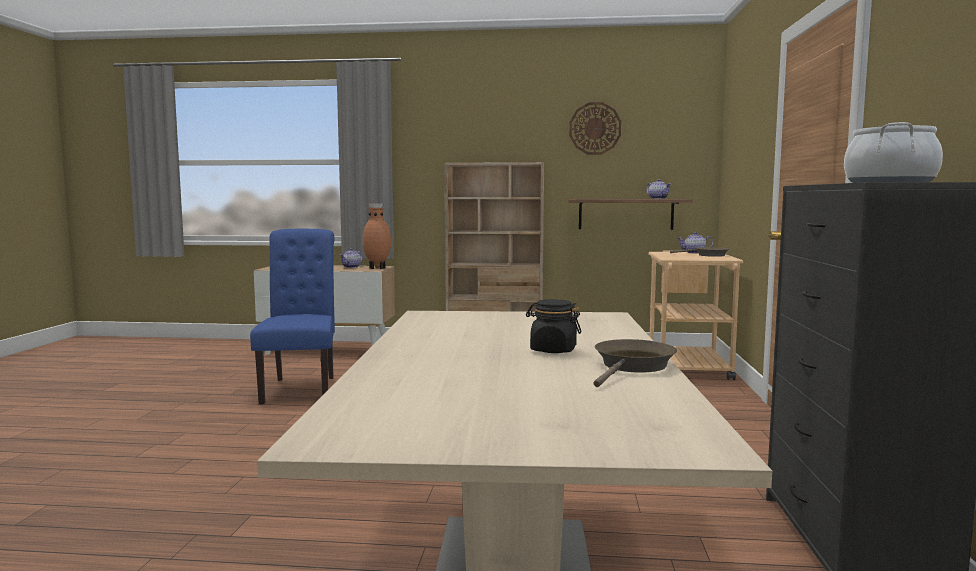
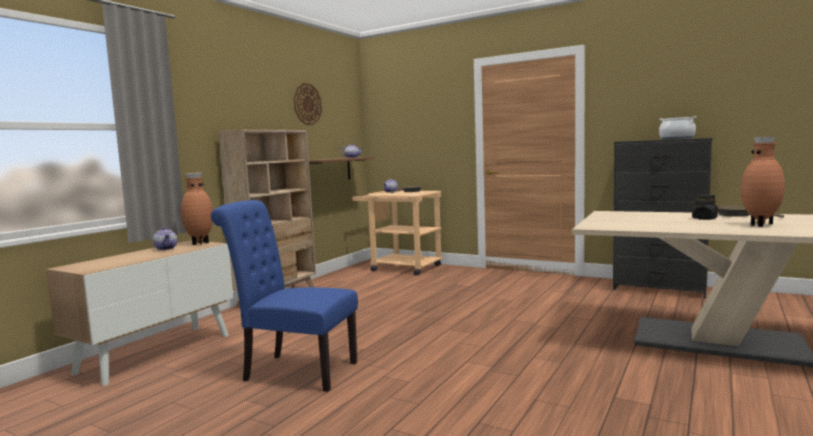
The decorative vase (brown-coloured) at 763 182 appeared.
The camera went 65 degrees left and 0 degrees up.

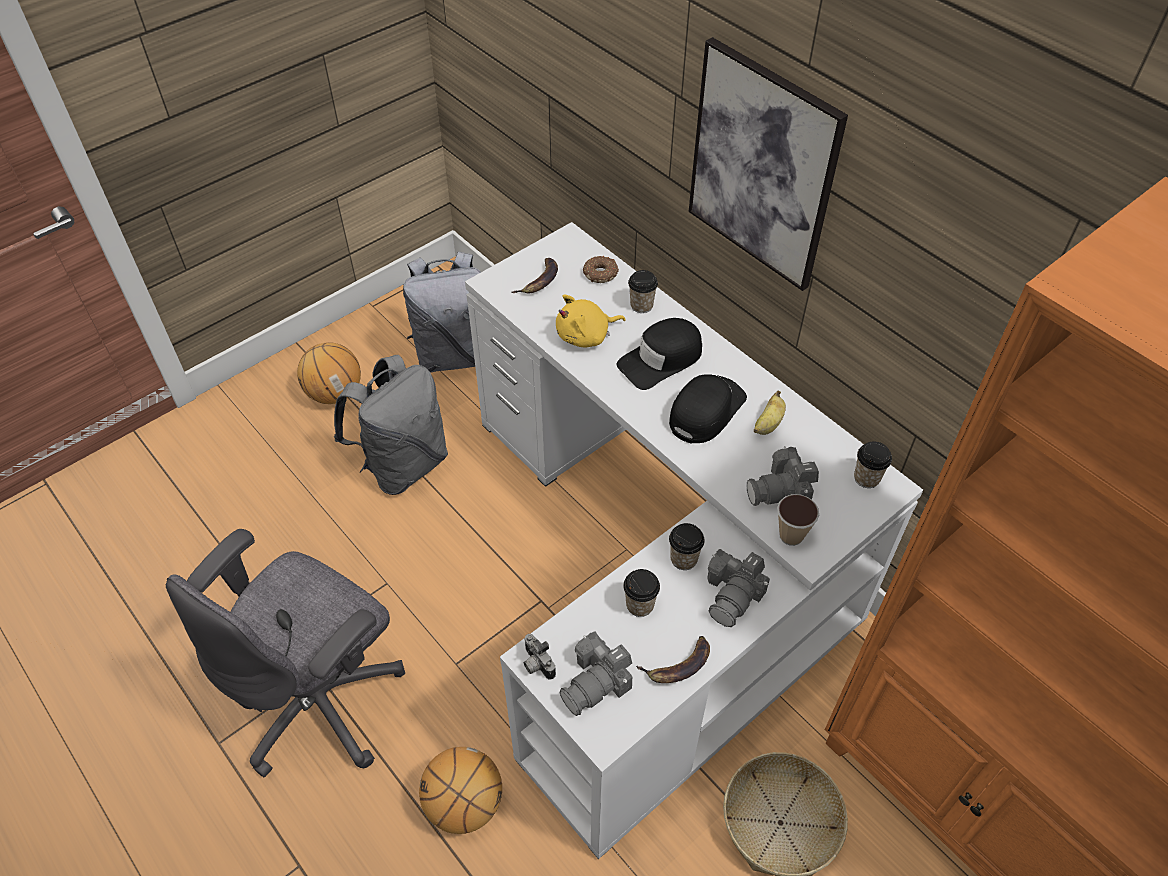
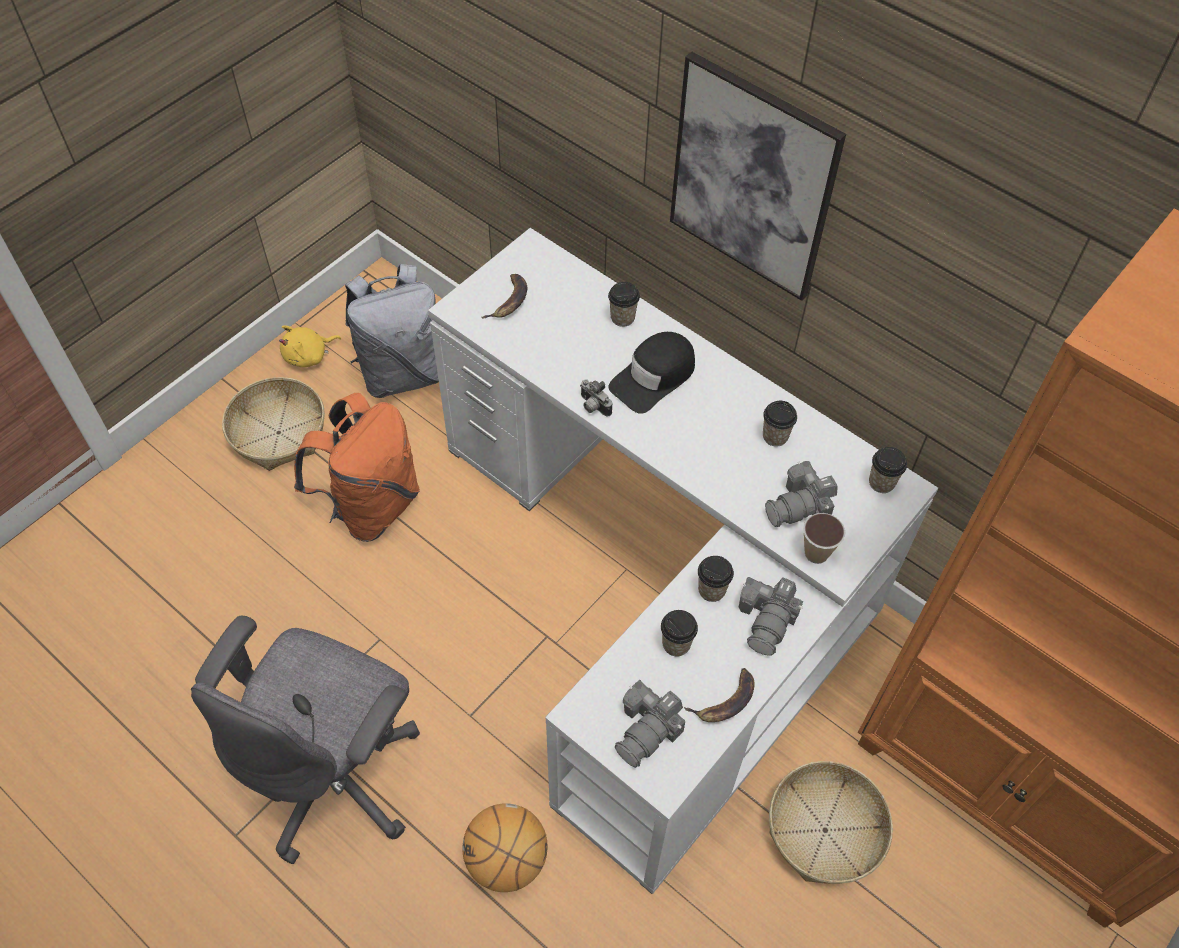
The donut at 601 269 disappeared.
The peaked cap (black) at 708 409 disappeared.
The still camera moved from 540 657 to 596 398.
The cuddly toy (yellow-coloured) moved from 591 320 to 310 346.
The basketball ball at 329 373 was replaced by the household basket at 273 424.
The banana at 770 412 was replaced by the drinking cup at 780 424.
The backpack (grey) at 391 425 became the backpack (orangey) at 357 467.
The camera went 10 degrees left and 5 degrees up.

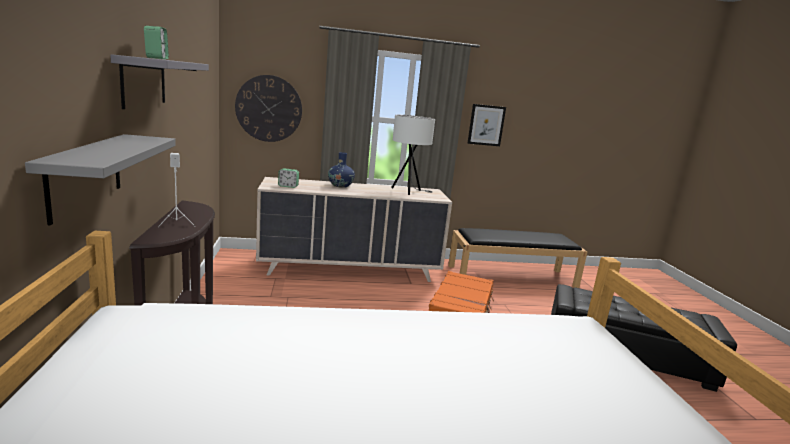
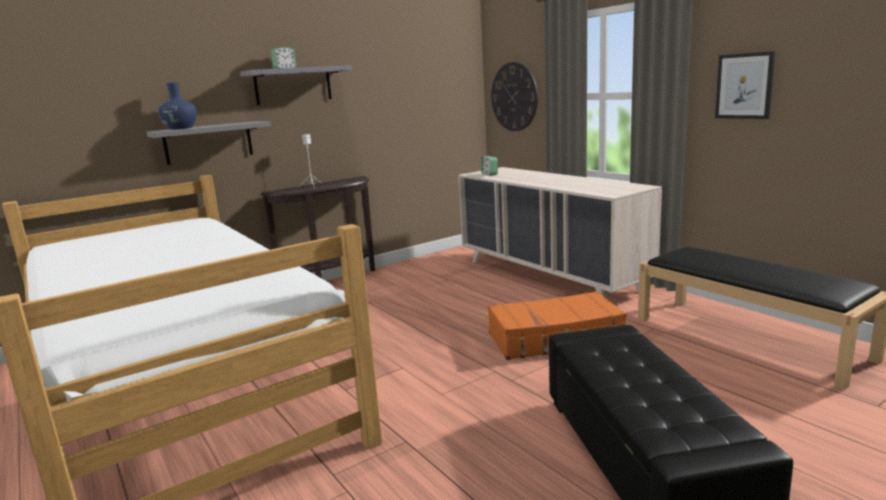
The tabletop lamp (whitish) at 413 155 disappeared.
The decorative vase (blue-coloured) moved from 341 170 to 177 106.
The camera went 65 degrees right and 0 degrees up.

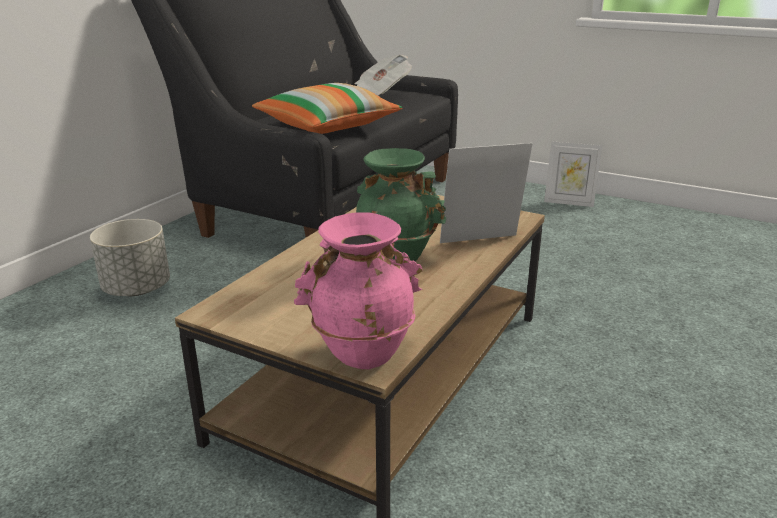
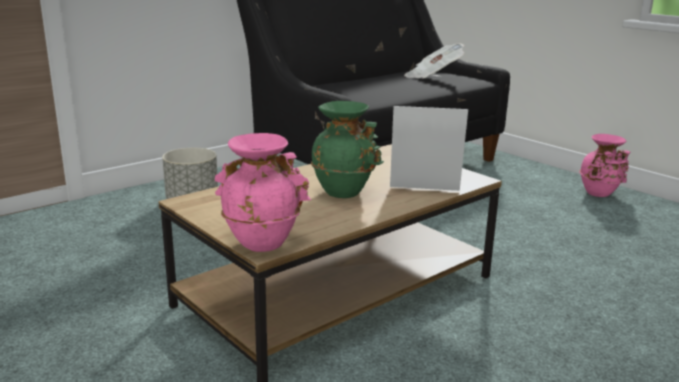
The pillow at 327 108 disappeared.
The standing frame at 573 174 was replaced by the decorative vase (pinkish) at 604 165.
The camera went 20 degrees right and 5 degrees down.

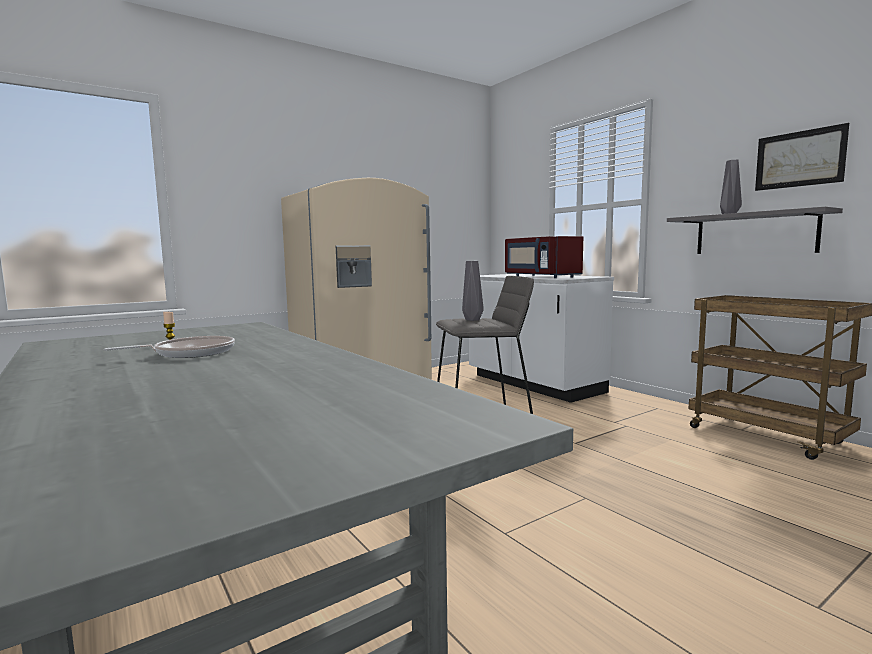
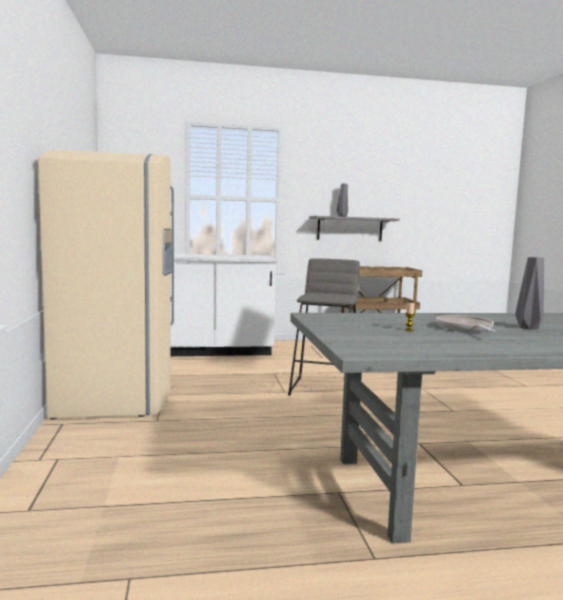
The microwave oven (red) at 544 257 disappeared.
The wall art at 802 157 disappeared.
The decorative vase (grey) moved from 473 291 to 529 293.
The camera went 65 degrees left and 0 degrees up.

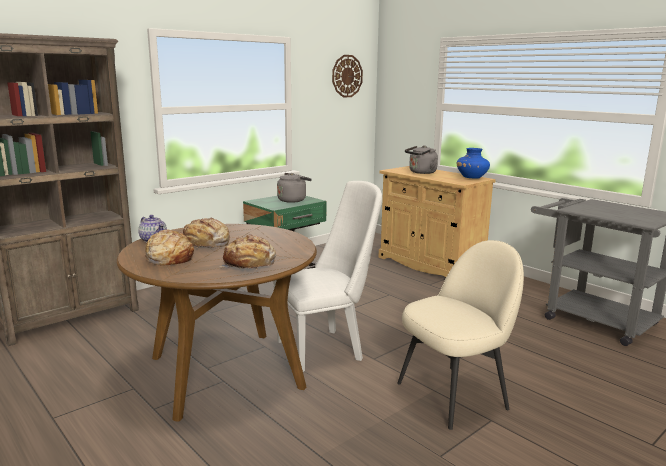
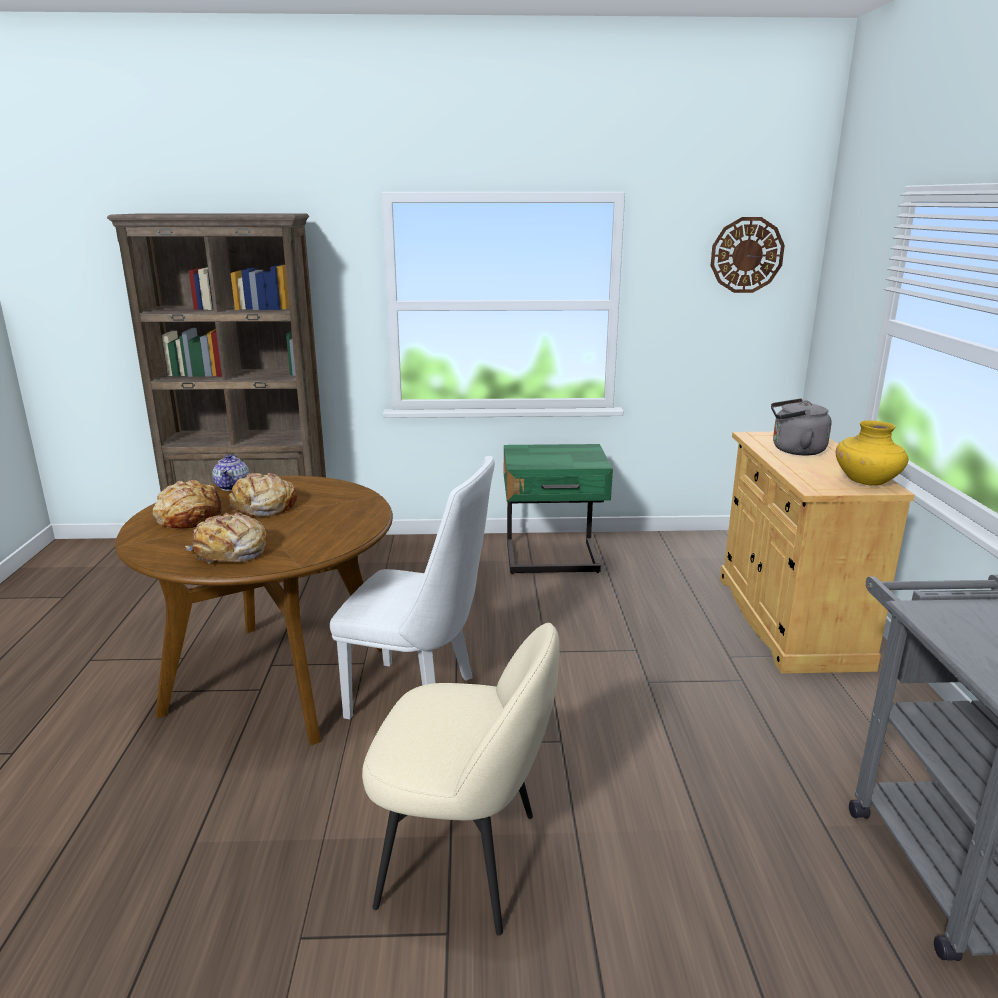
The kettle (grey) at 294 188 disappeared.
The decorative vase (blue-coloured) at 473 163 became the decorative vase (yellow-coloured) at 872 453.
The camera went 40 degrees right and 5 degrees up.

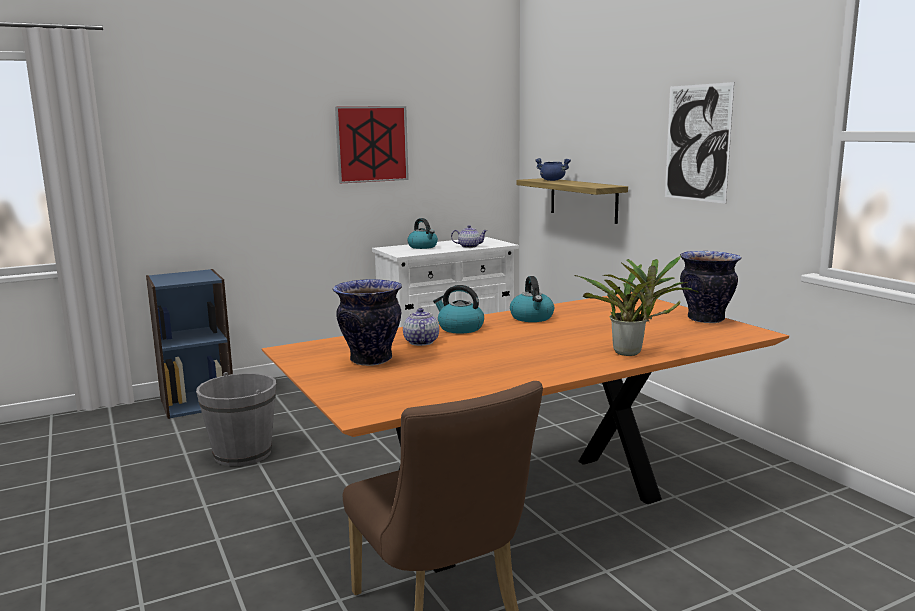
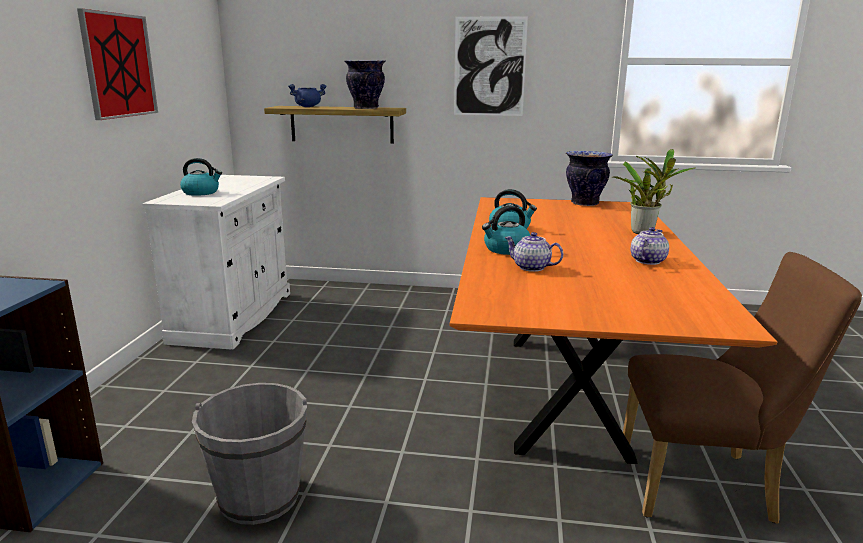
The decorative vase moved from 367 322 to 365 84.
The tea pot moved from 469 236 to 650 246.
The camera went 55 degrees left and 5 degrees up.

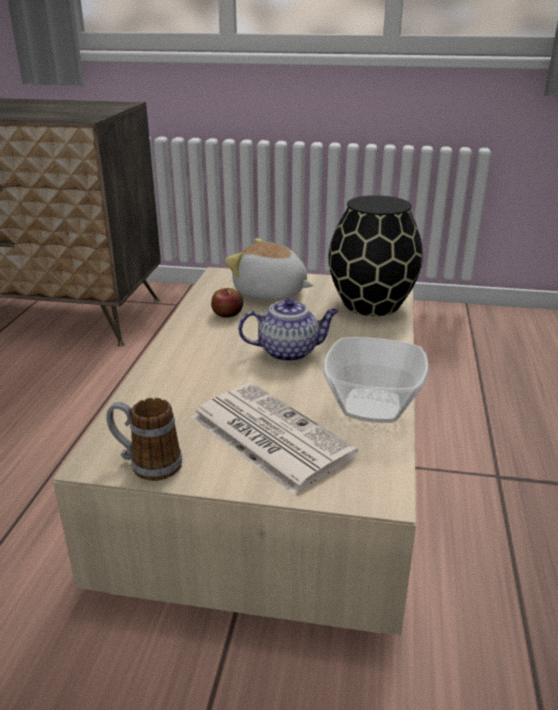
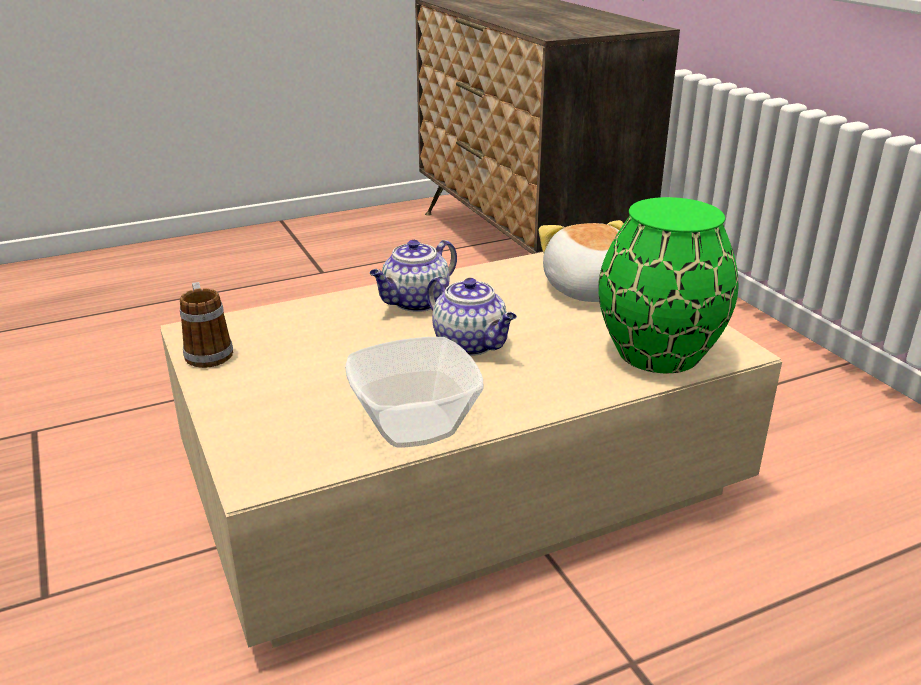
The daily paper at 274 439 disappeared.
The apple at 227 303 disappeared.
The tea pot at 413 276 appeared.
The decorative vase (black) at 376 255 became the decorative vase (green) at 668 285.
The camera went 55 degrees right and 0 degrees up.

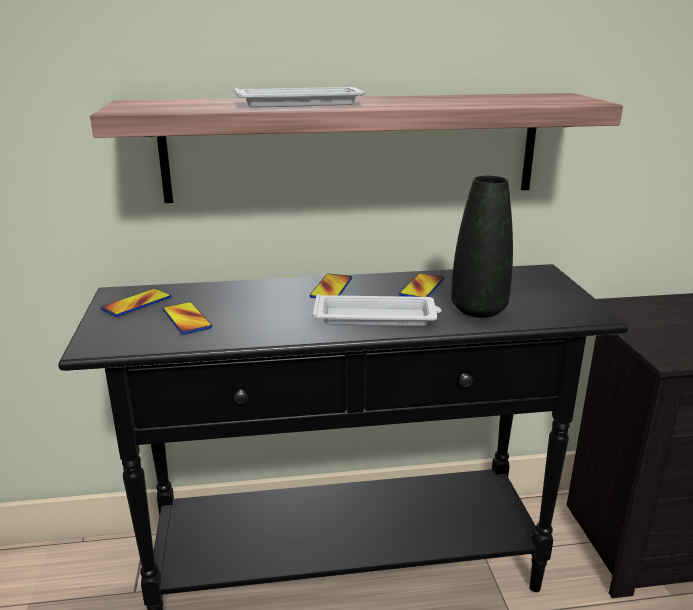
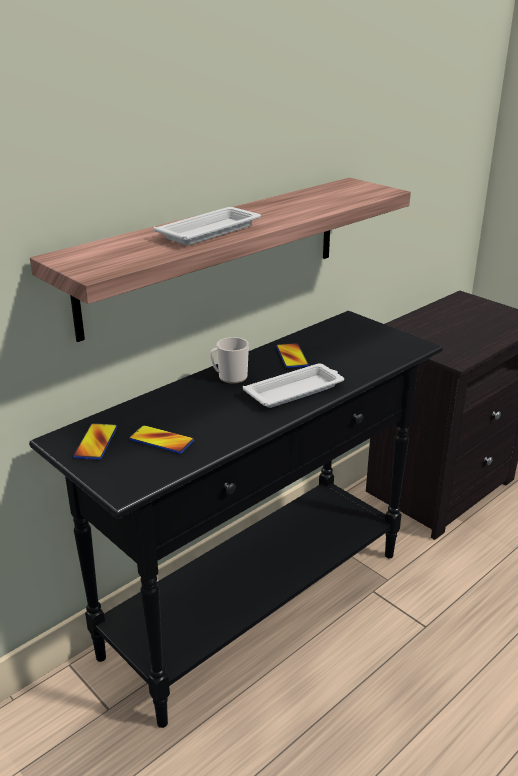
The decorative vase (black) at 482 247 disappeared.
The phone at 331 286 was replaced by the coffee mug at 229 360.
The camera went 35 degrees left and 5 degrees up.

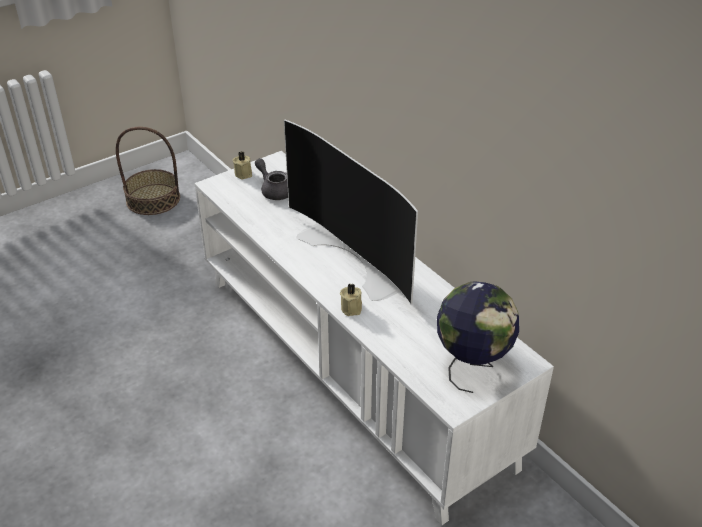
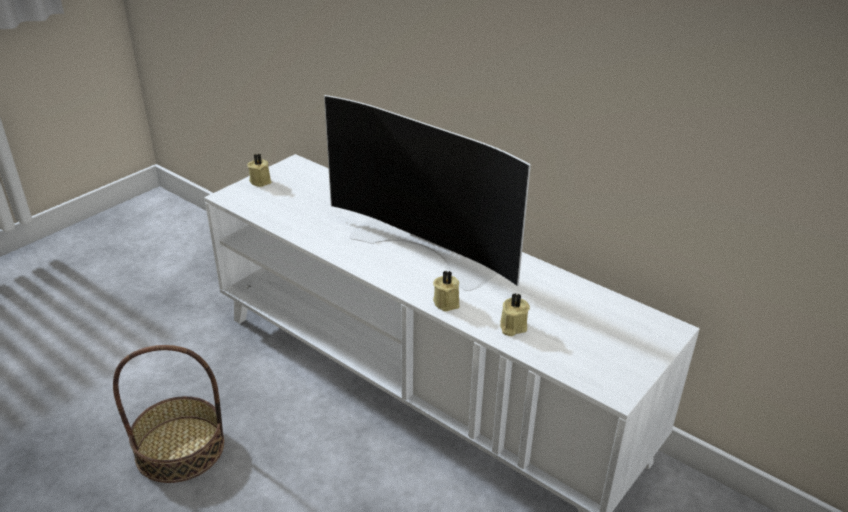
The tea pot (grey) at 271 179 disappeared.
The desk globe at 478 337 disappeared.
The wax candle (beige-coloured) at 515 314 appeared.
The household basket moved from 148 171 to 168 414.
The camera went 15 degrees left and 5 degrees down.

